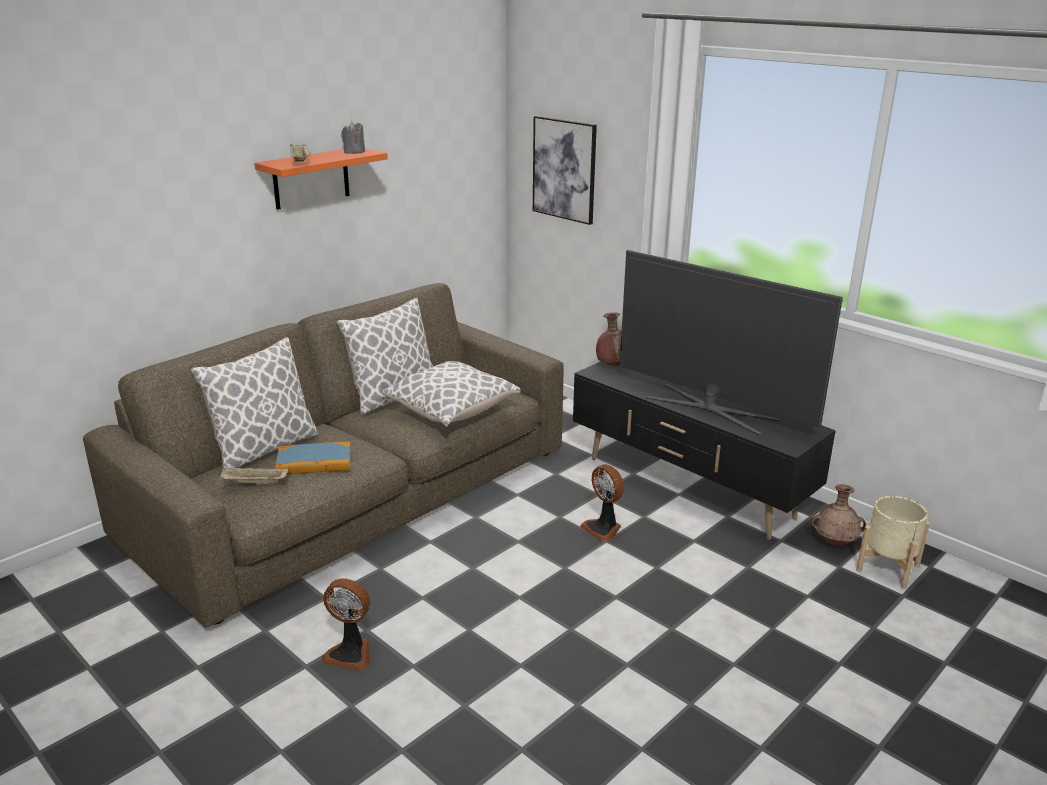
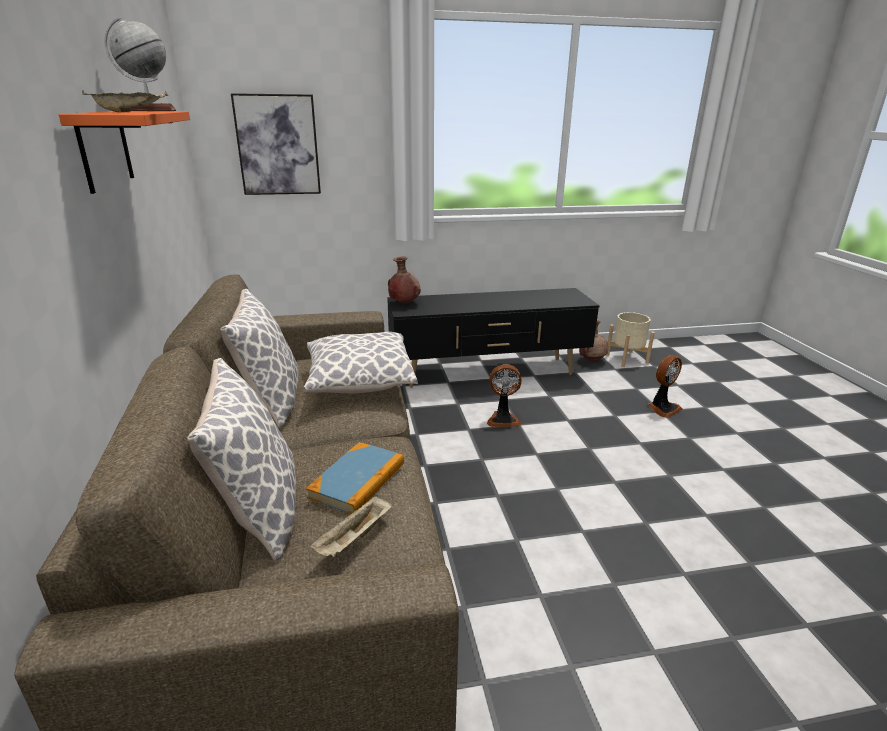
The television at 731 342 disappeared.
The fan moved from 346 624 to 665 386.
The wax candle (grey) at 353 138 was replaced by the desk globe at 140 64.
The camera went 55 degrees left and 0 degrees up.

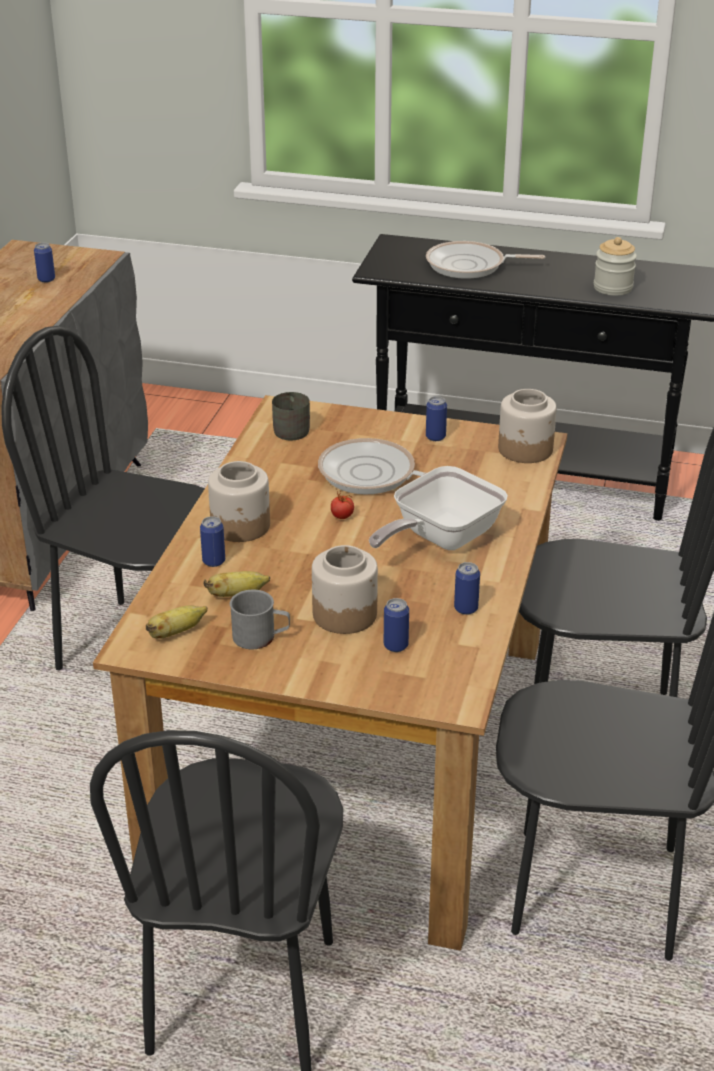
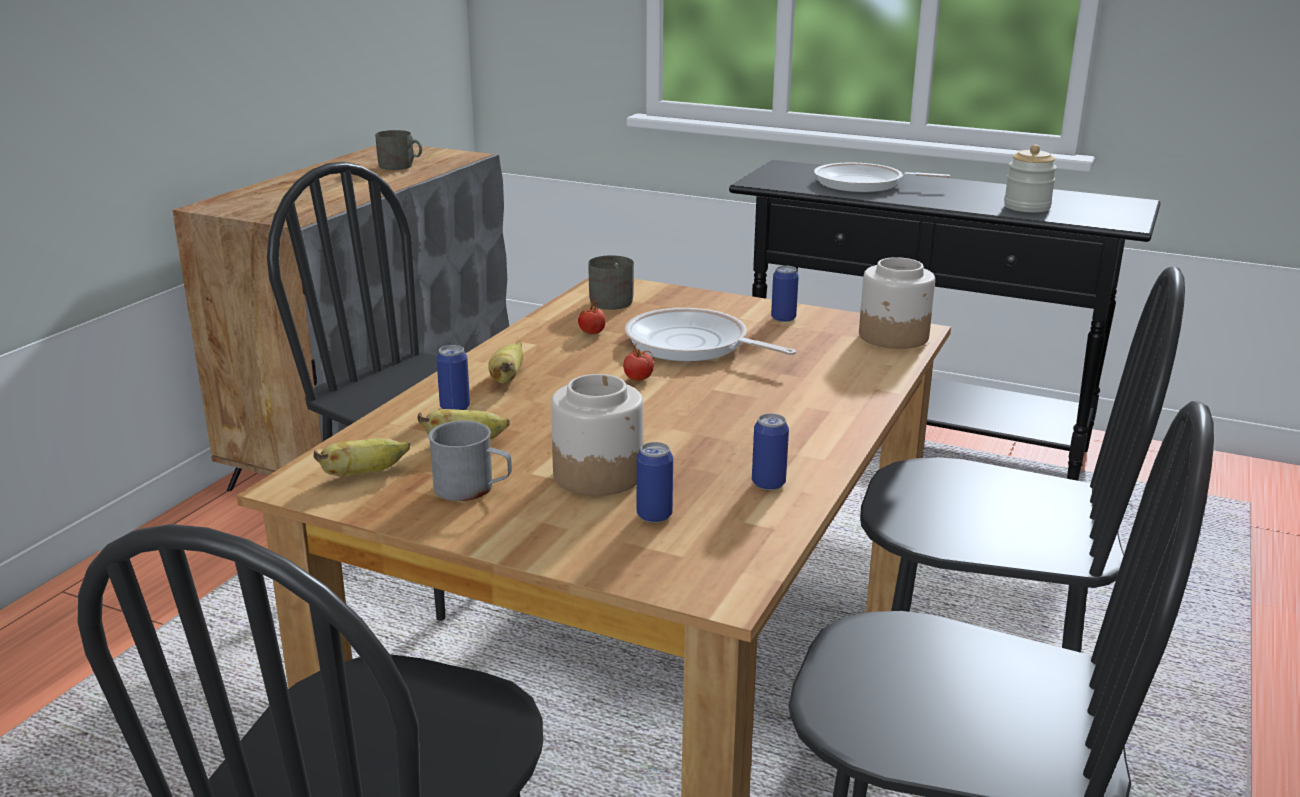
The frying pan at 438 508 disappeared.
The fresh tomato at 592 316 appeared.
The metal can at 44 263 was replaced by the coffee mug (grey) at 398 150.
The storage jar at 239 501 was replaced by the banana at 505 362.
The camera went 10 degrees right and 10 degrees down.

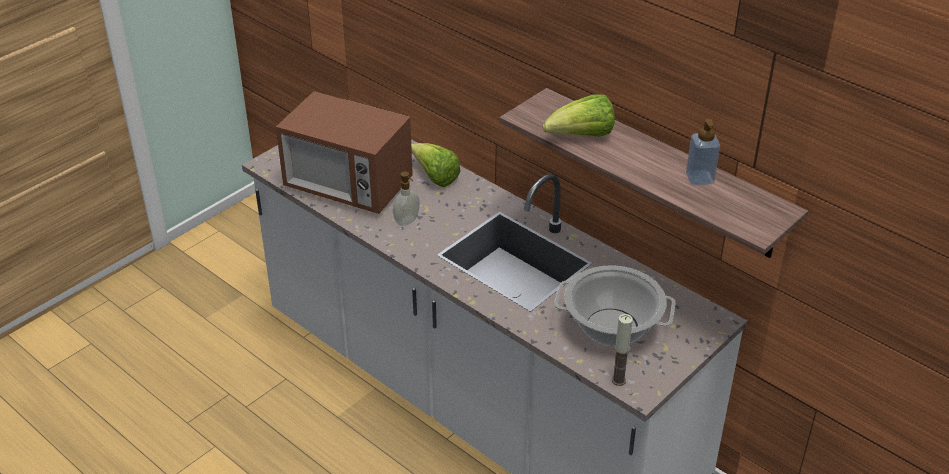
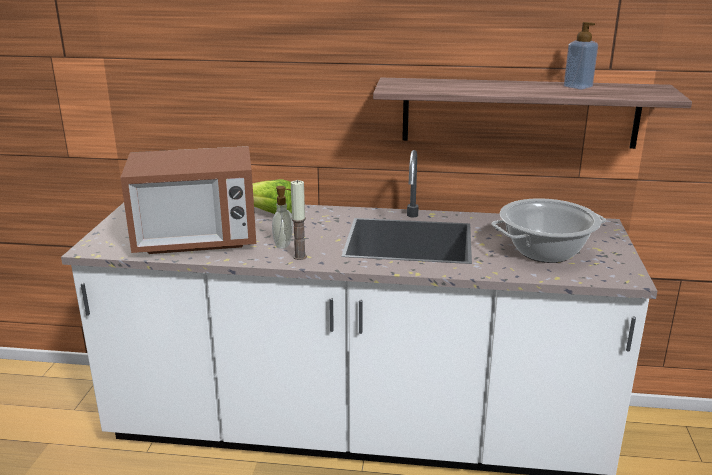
The lettuce head at 579 115 disappeared.
The wax candle moved from 622 350 to 299 220.
The camera went 35 degrees left and 15 degrees down.

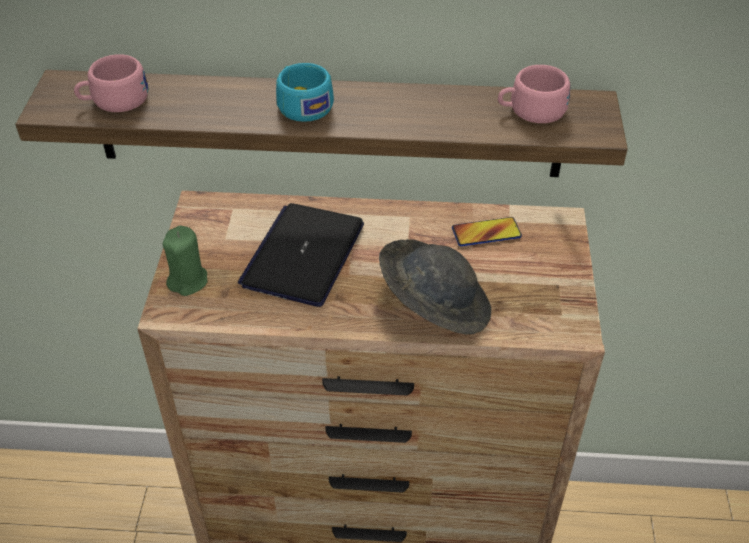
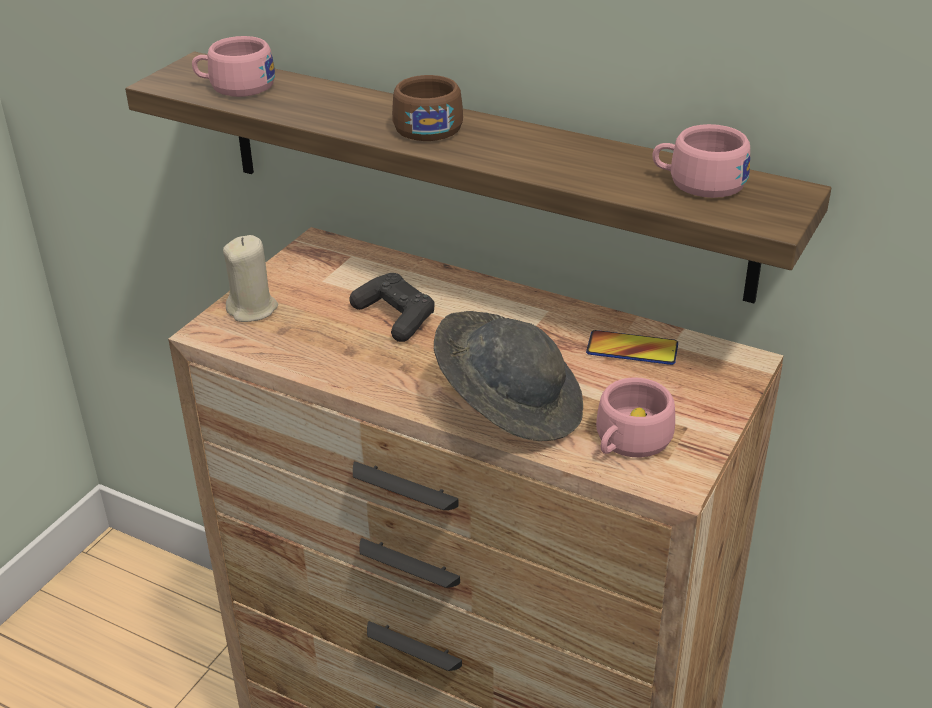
The drinking cup (pinkish) at 635 417 appeared.
The notebook computer at 301 255 was replaced by the gamepad (black) at 392 307.
The wax candle (green) at 185 260 became the wax candle (beige-coloured) at 250 278.
The drinking cup (turquoise) at 305 92 became the drinking cup (brown-coloured) at 427 108.
The camera went 25 degrees right and 10 degrees down.

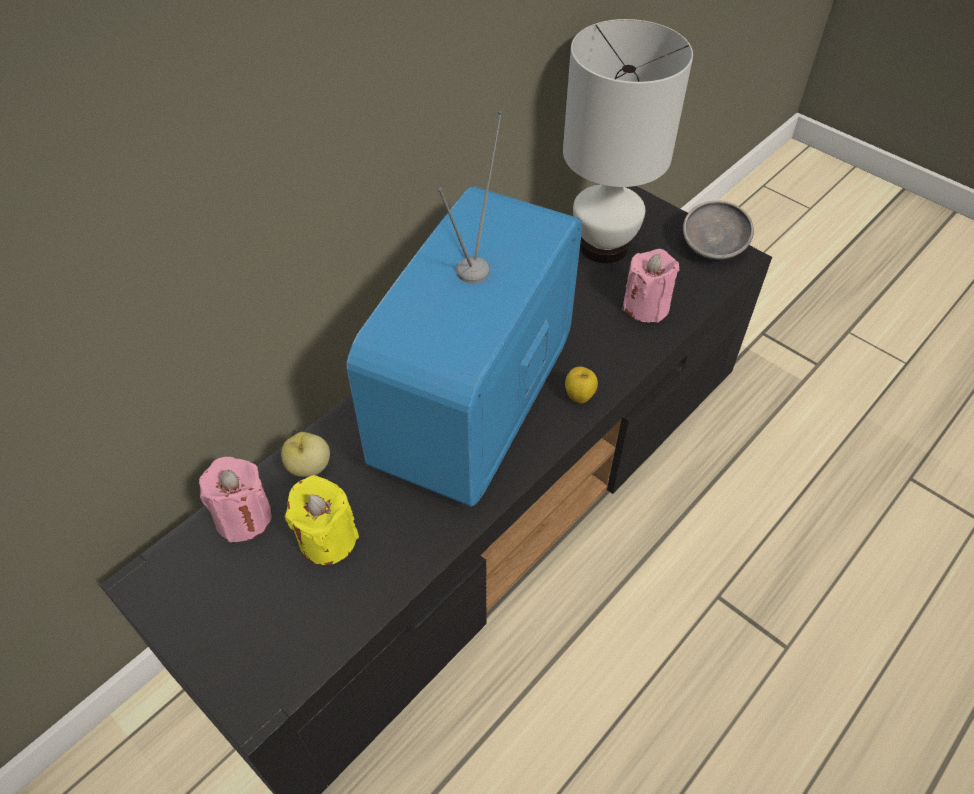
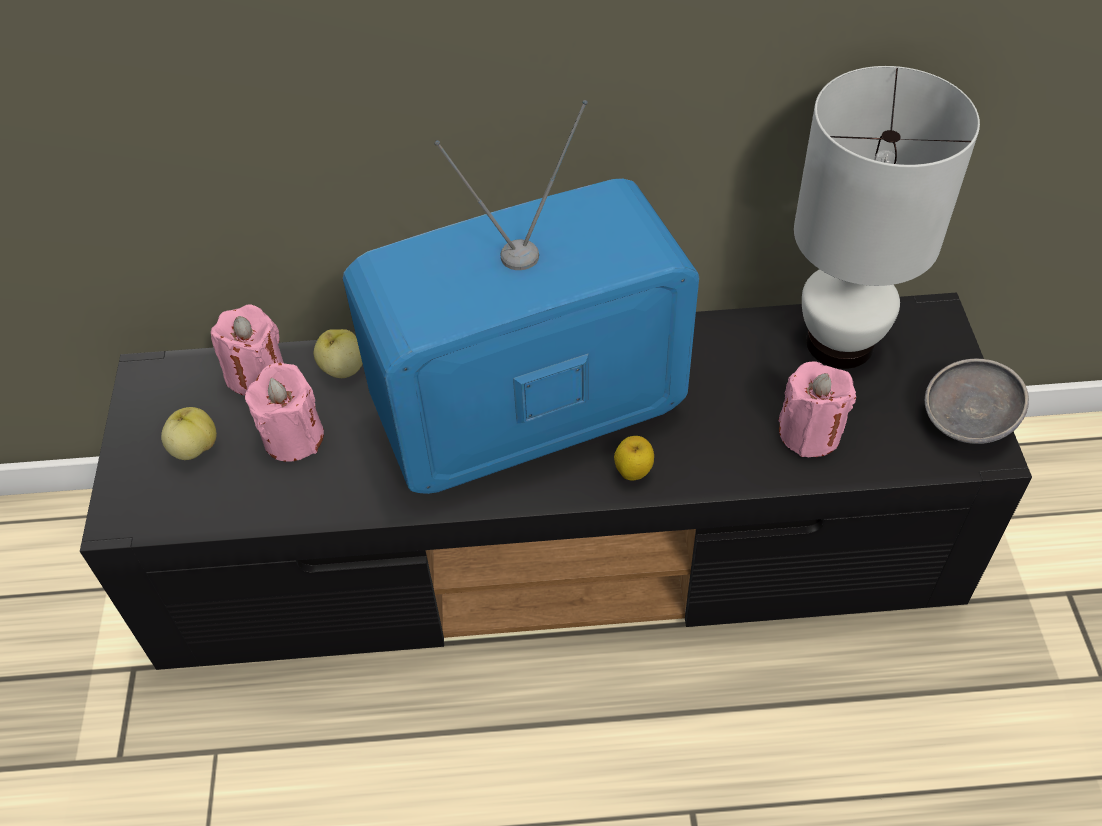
The apple at 189 433 appeared.
The wax candle (yellow-coloured) at 322 520 became the wax candle (pinkish) at 284 412.
The camera went 45 degrees right and 0 degrees up.

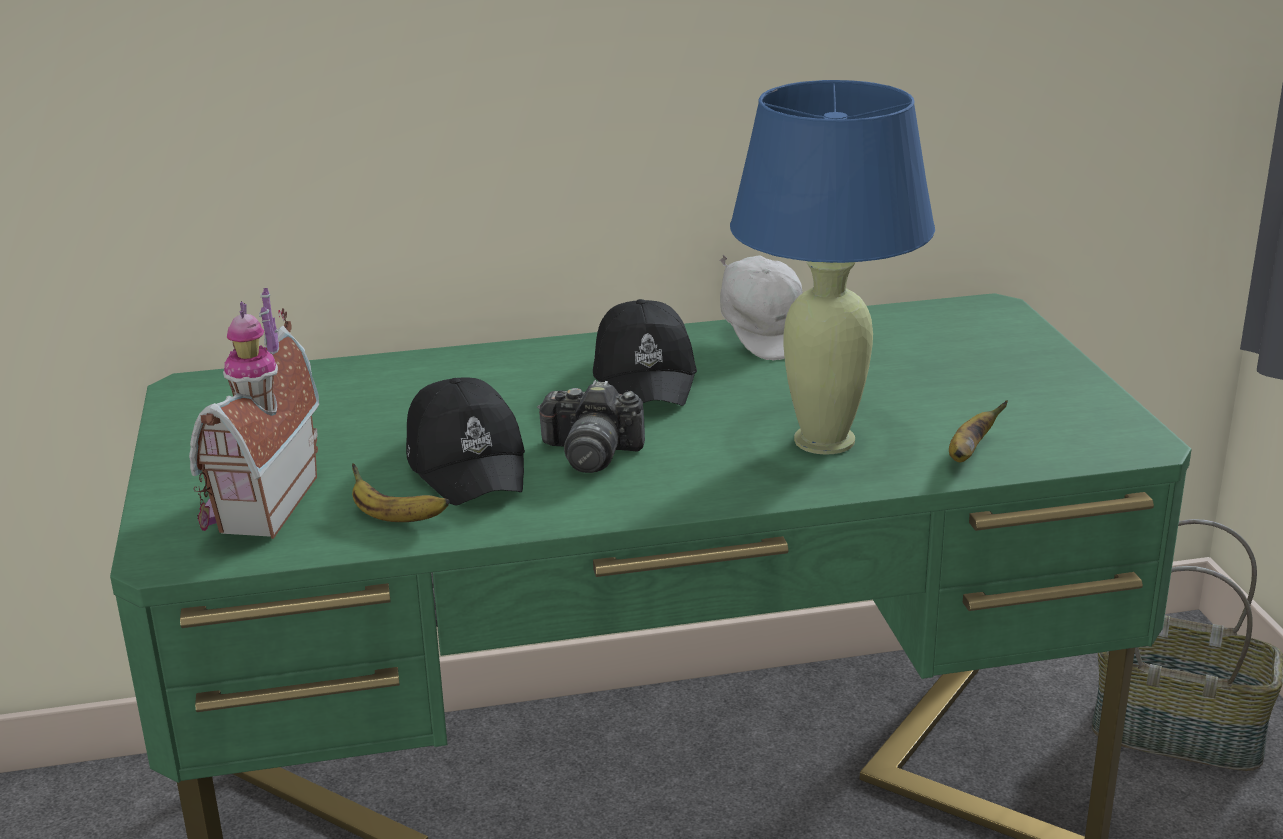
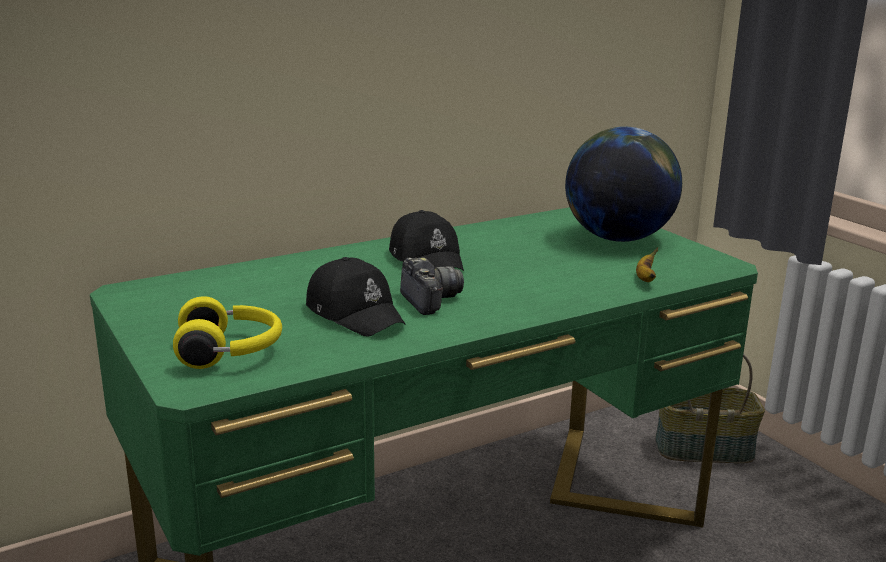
The banana at 401 492 disappeared.
The peaked cap (whitish) at 761 307 disappeared.
The tabletop lamp (blue-coloured) at 832 267 disappeared.
The desk globe at 623 184 appeared.
The toy house at 254 413 was replaced by the headphones (yellow-coloured) at 227 332.
The still camera at 591 426 turned 105 degrees counterclockwise.
The camera went 20 degrees left and 5 degrees down.

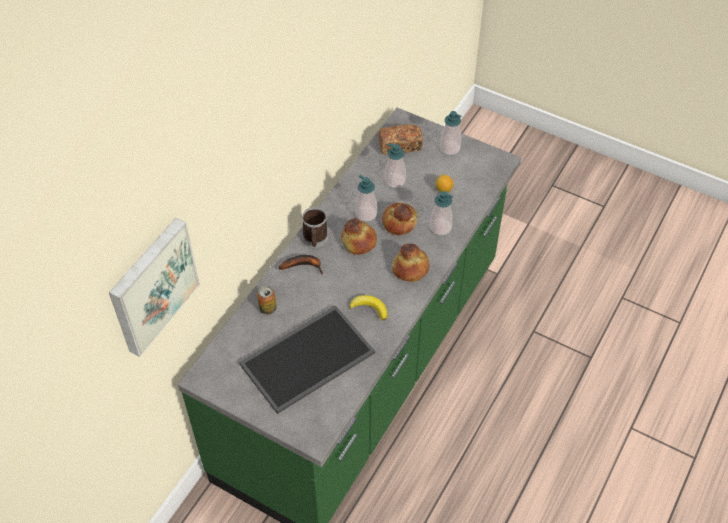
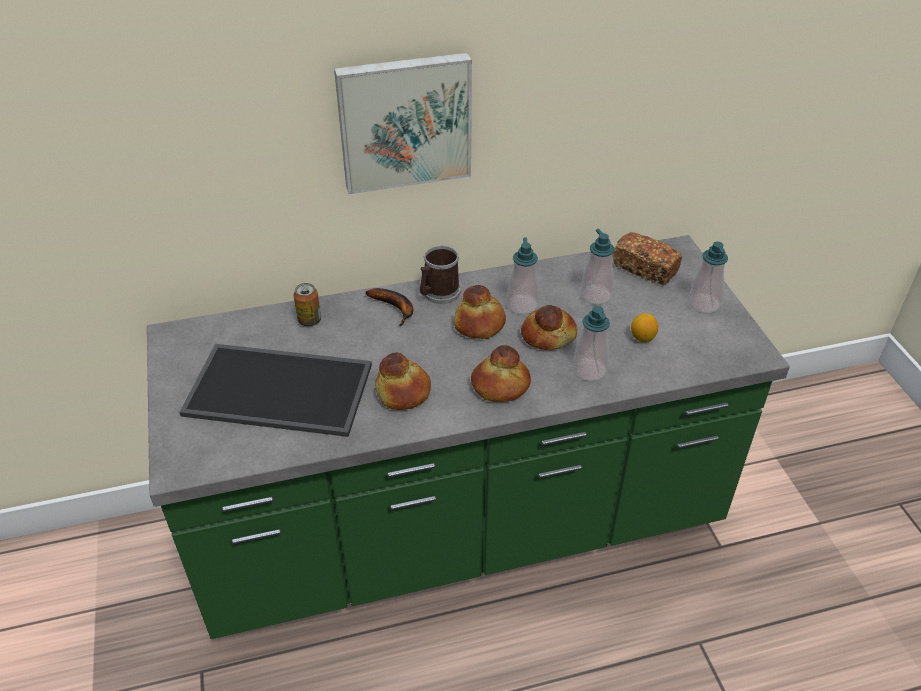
The wall art moved from 154 287 to 403 123.
The banana at 368 308 was replaced by the bakery bread at 403 381.
The camera went 45 degrees right and 10 degrees down.

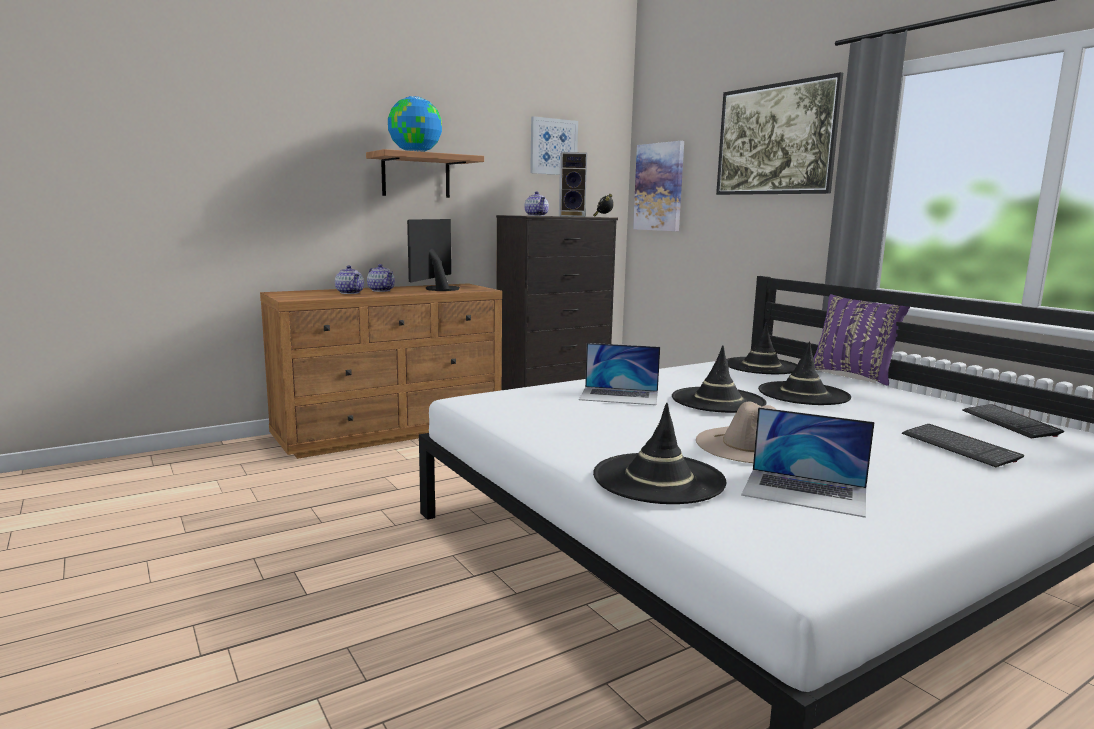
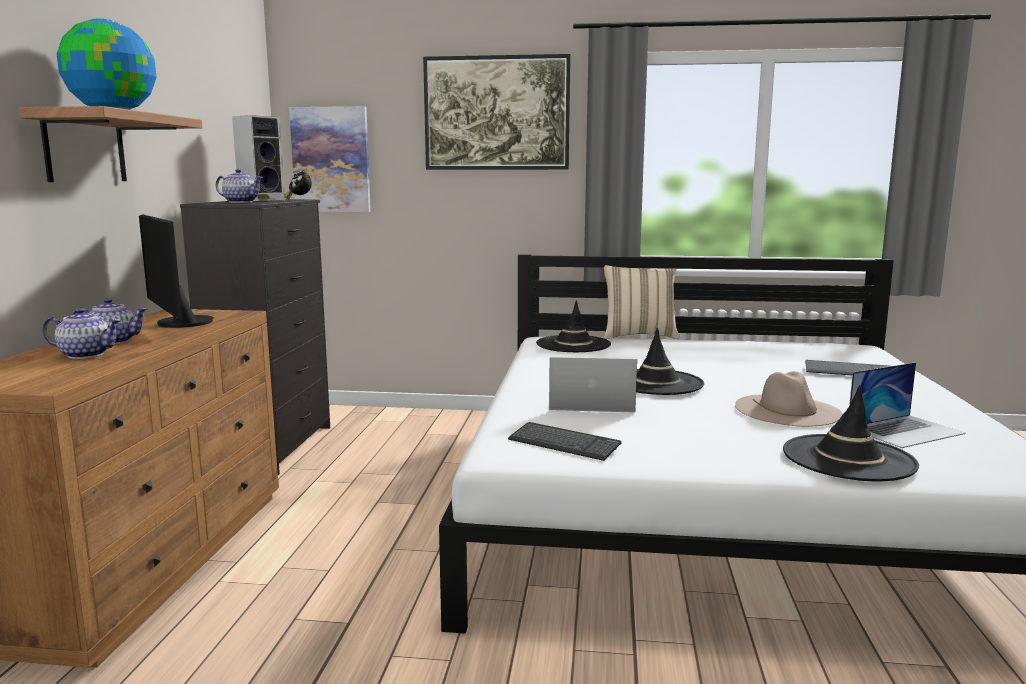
The wall art at 554 145 disappeared.
The wearable hat (black) at 804 373 disappeared.
The computer keyboard moved from 1013 421 to 565 441.
The pillow (purple-coloured) at 862 340 became the pillow (beige-coloured) at 641 302.
The notebook computer at 619 374 turned 135 degrees counterclockwise.
The camera went 50 degrees left and 0 degrees up.

